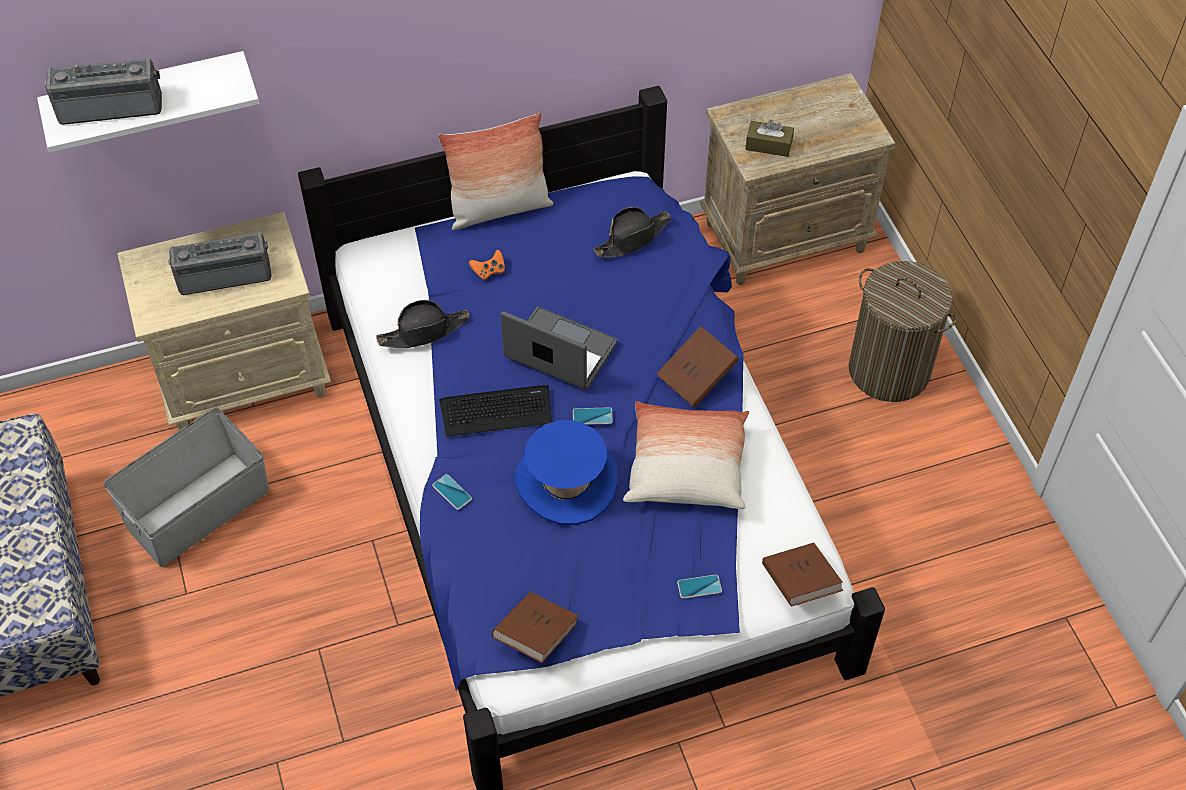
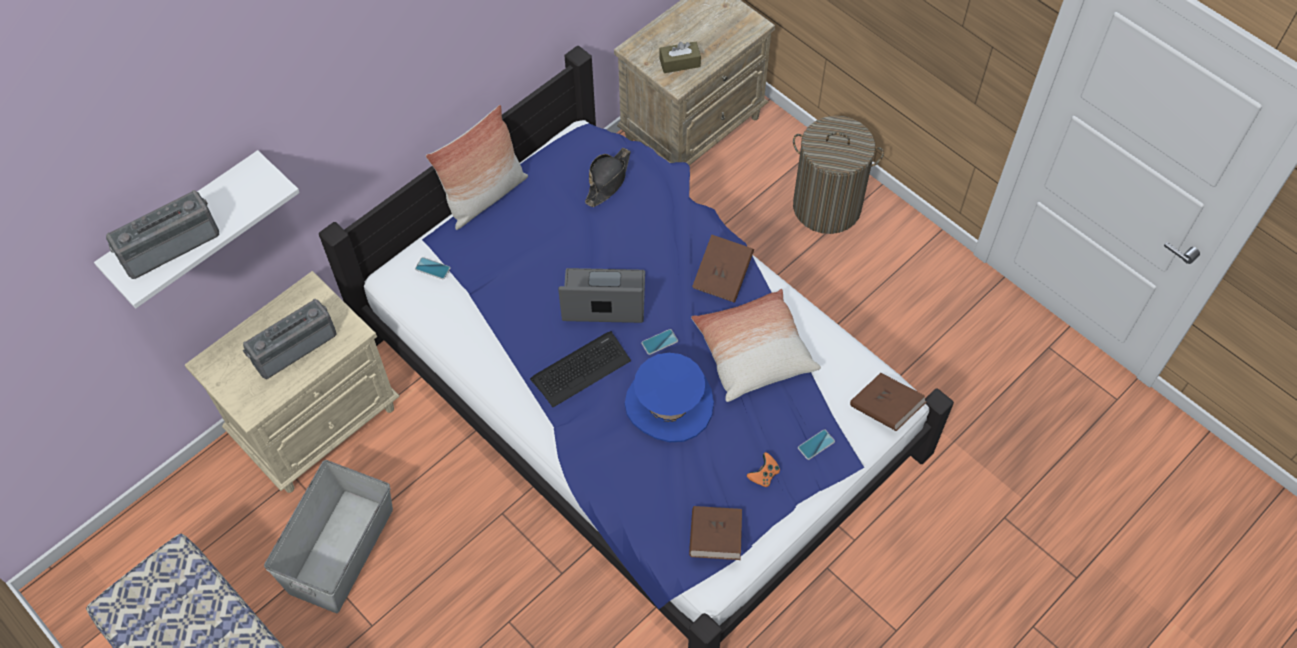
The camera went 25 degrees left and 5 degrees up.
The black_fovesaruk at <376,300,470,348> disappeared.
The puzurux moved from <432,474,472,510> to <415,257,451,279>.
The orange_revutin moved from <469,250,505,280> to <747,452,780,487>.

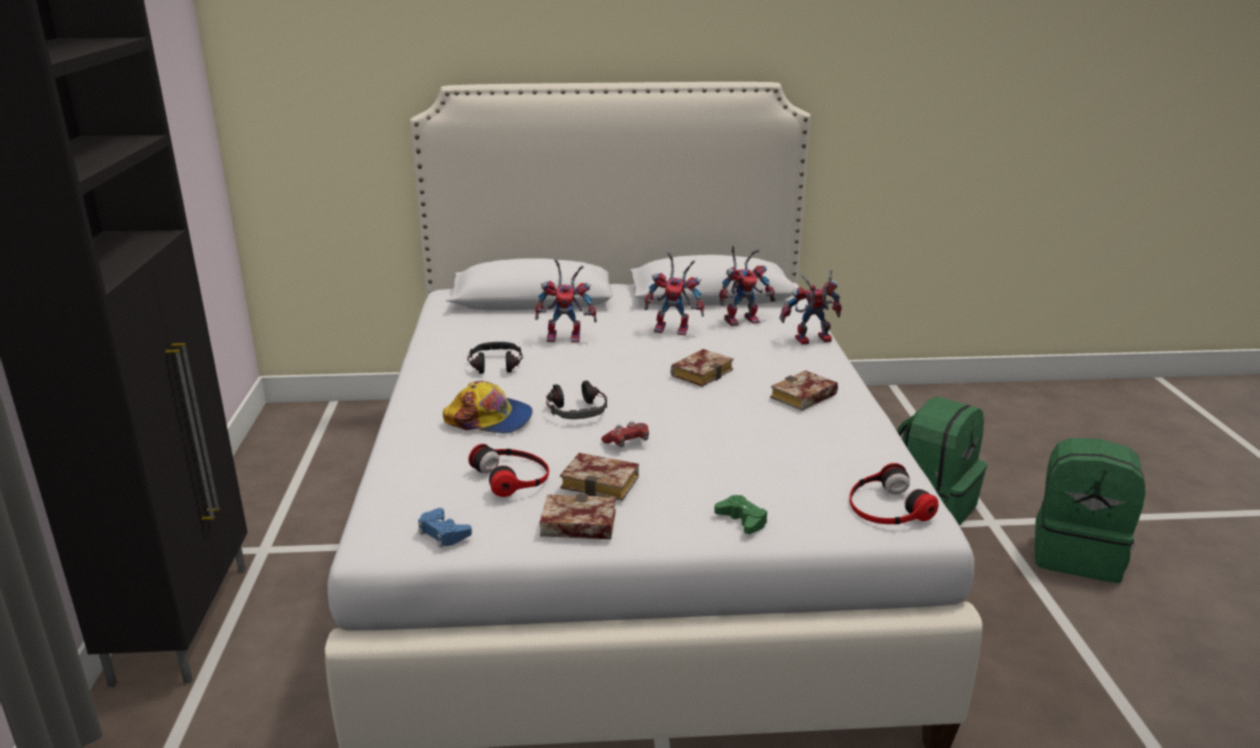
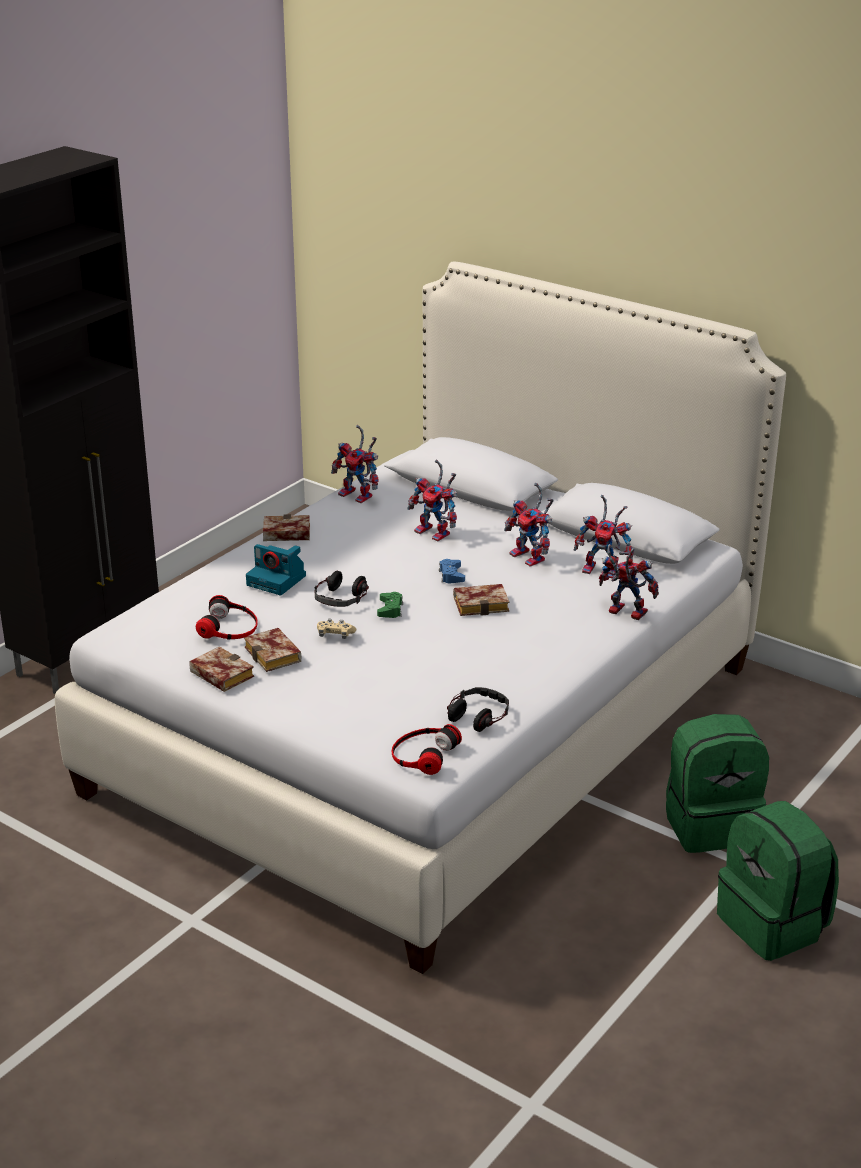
The camera went 40 degrees right and 5 degrees up.
The blue_revutin moved from <418,508,472,548> to <439,559,465,583>.
The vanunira at <443,381,533,434> was replaced by the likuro at <246,544,306,595>.
The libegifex moved from <467,342,523,374> to <447,687,509,732>.
The red_revutin at <601,421,649,447> became the beige_revutin at <317,619,356,639>.
The green_revutin moved from <714,495,767,534> to <377,592,403,618>.
The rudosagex moved from <770,370,838,411> to <263,514,310,541>.
The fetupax at <331,425,379,503> appeared.

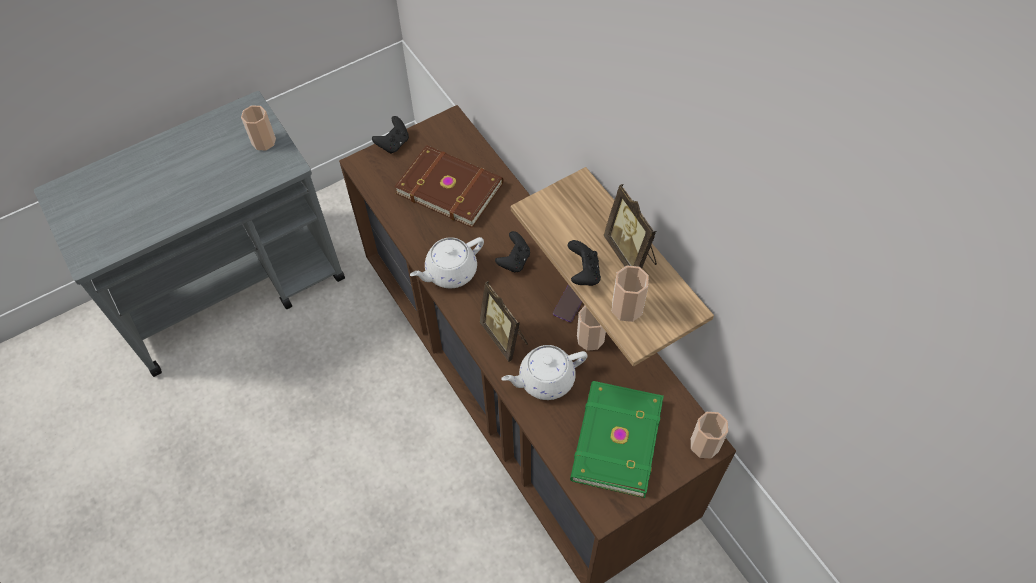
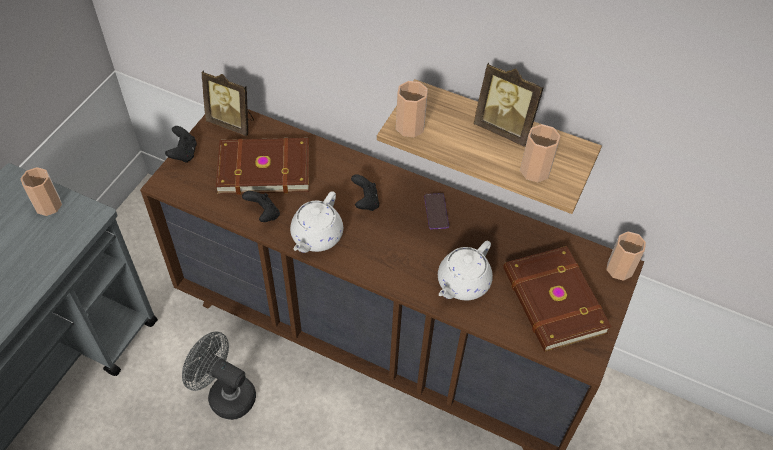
The camera went 35 degrees left and 5 degrees down.
The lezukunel moved from <480,281,528,362> to <201,71,254,136>.
The black_revutin moved from <567,240,601,286> to <242,191,280,222>.
The green_rudosagex at <570,381,664,498> became the brown_rudosagex at <503,246,612,352>.
The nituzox moved from <577,306,606,351> to <396,81,428,137>.
The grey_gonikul at <182,331,256,420> appeared.

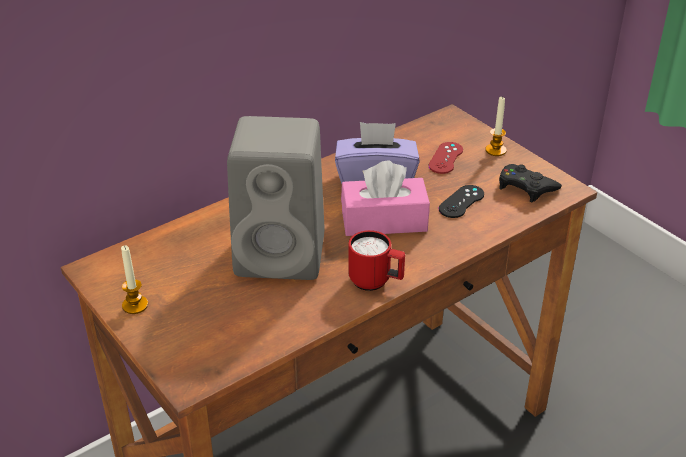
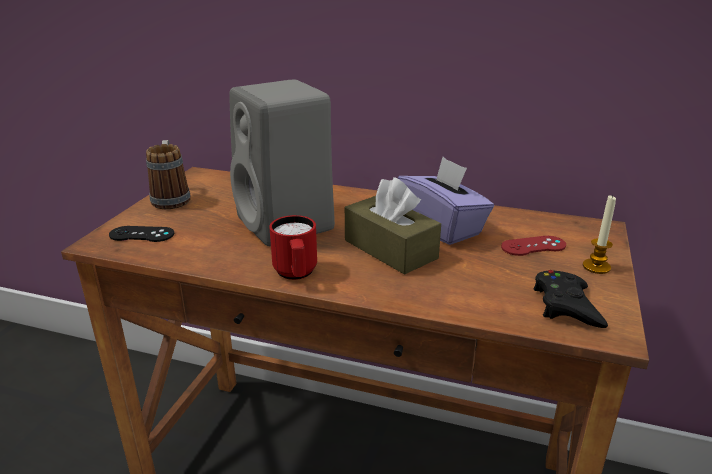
The camera went 55 degrees right and 10 degrees down.
The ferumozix at <121,245,148,314> was replaced by the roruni at <146,140,191,209>.
The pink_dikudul at <341,160,430,236> became the brown_dikudul at <345,177,441,275>.
The black_revutin moved from <439,185,484,218> to <109,226,174,242>.

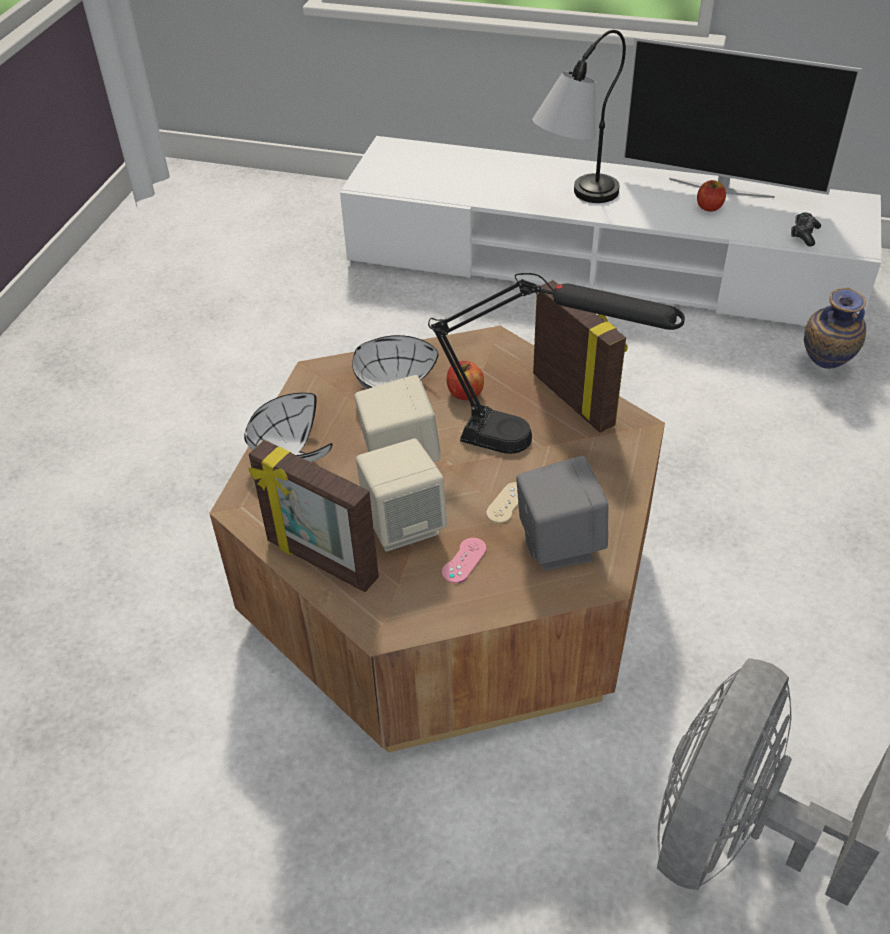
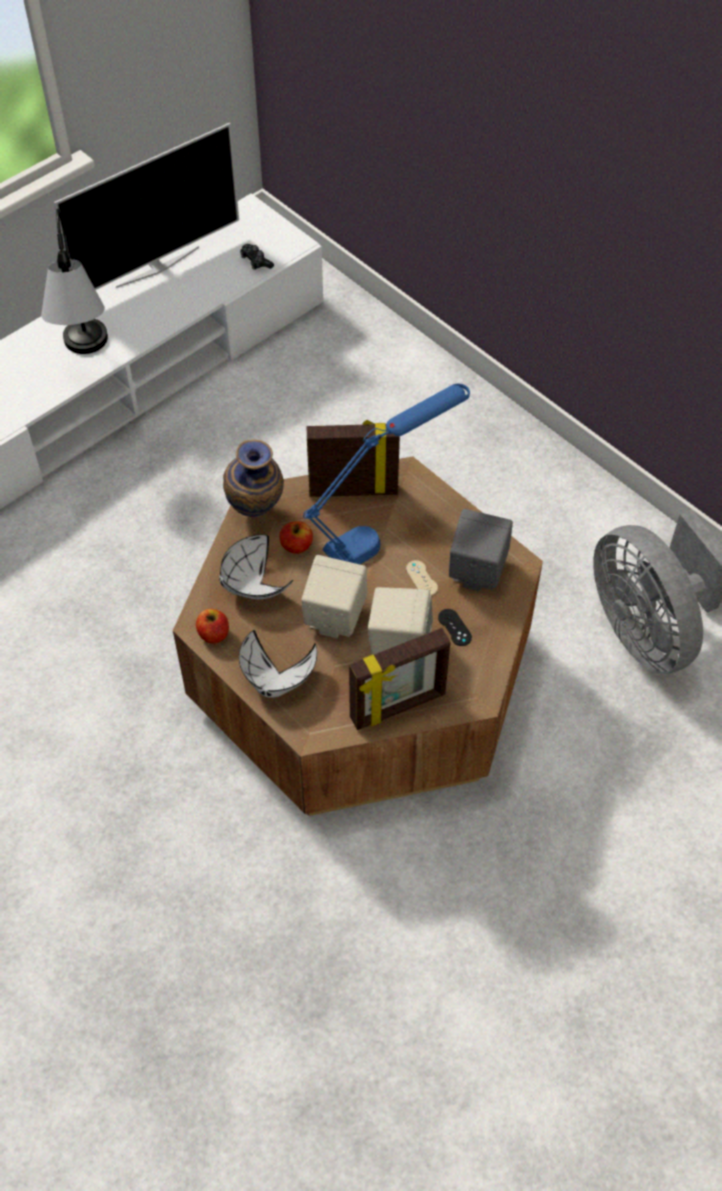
The camera went 60 degrees left and 10 degrees up.
The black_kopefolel at <428,273,685,454> became the blue_kopefolel at <303,384,470,564>.
The pink_revutin at <442,538,487,583> became the black_revutin at <438,609,472,646>.
The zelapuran moved from <697,180,726,212> to <196,609,229,644>.
The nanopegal moved from <804,288,866,369> to <223,440,284,517>.

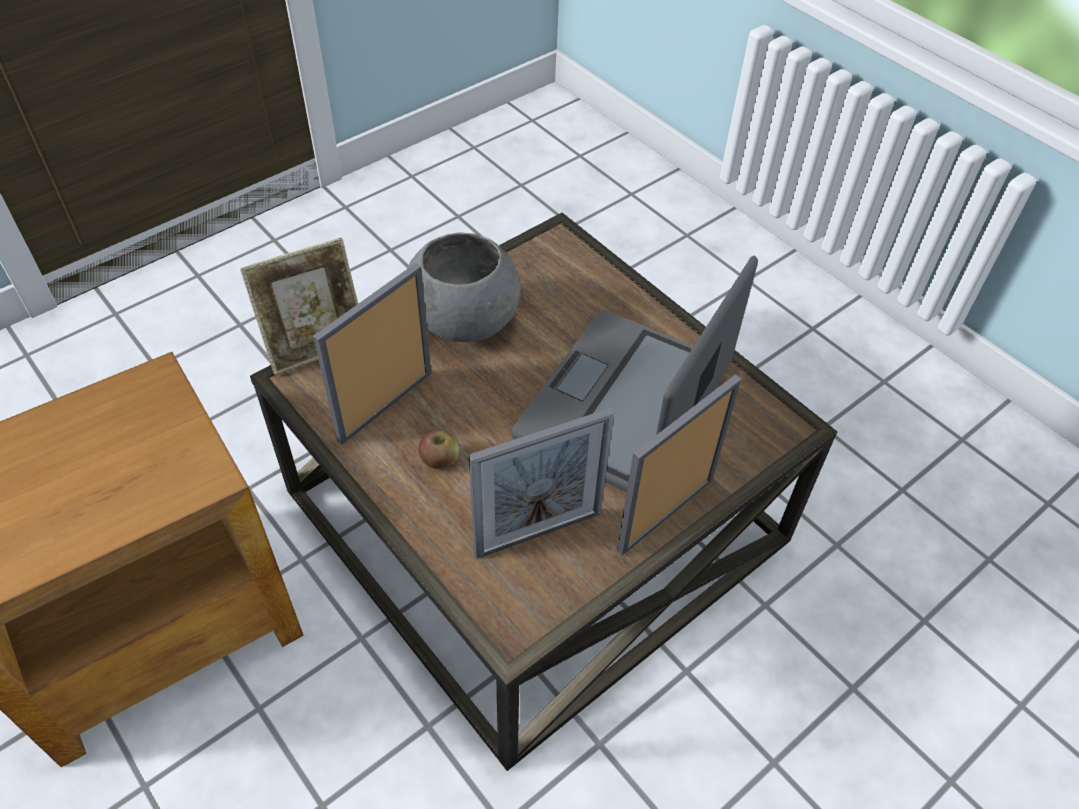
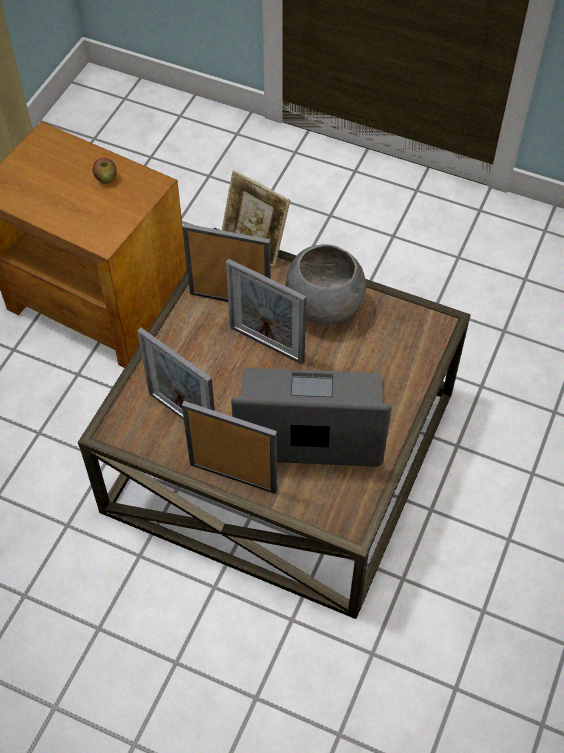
The camera went 65 degrees right and 5 degrees up.
The zelapuran moved from <418,430,460,469> to <93,158,117,184>.
The lezukunel at <226,259,306,364> appeared.

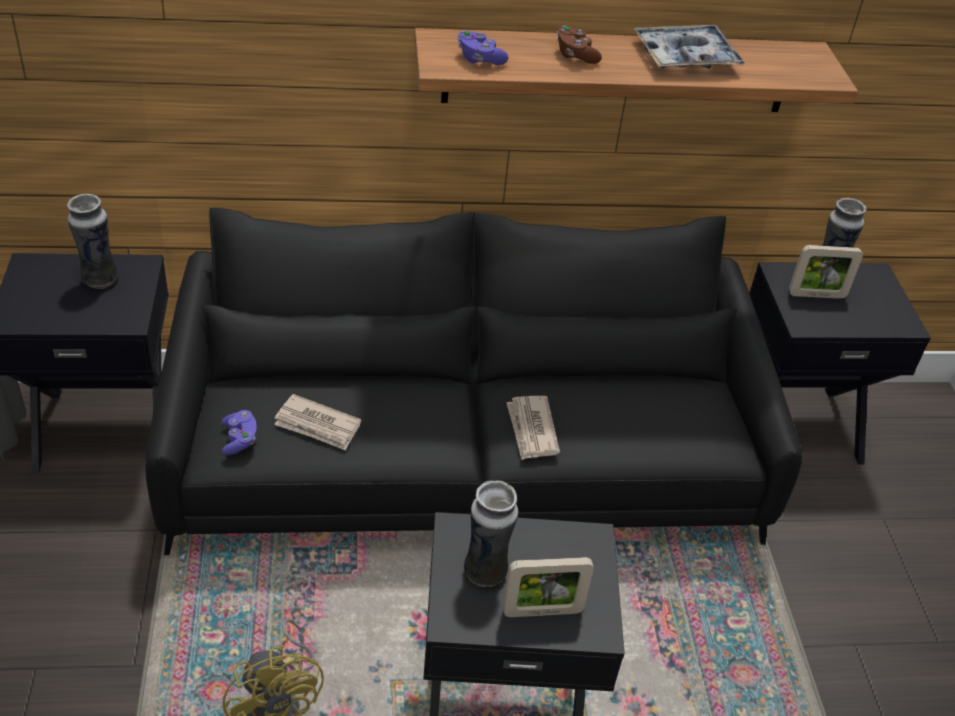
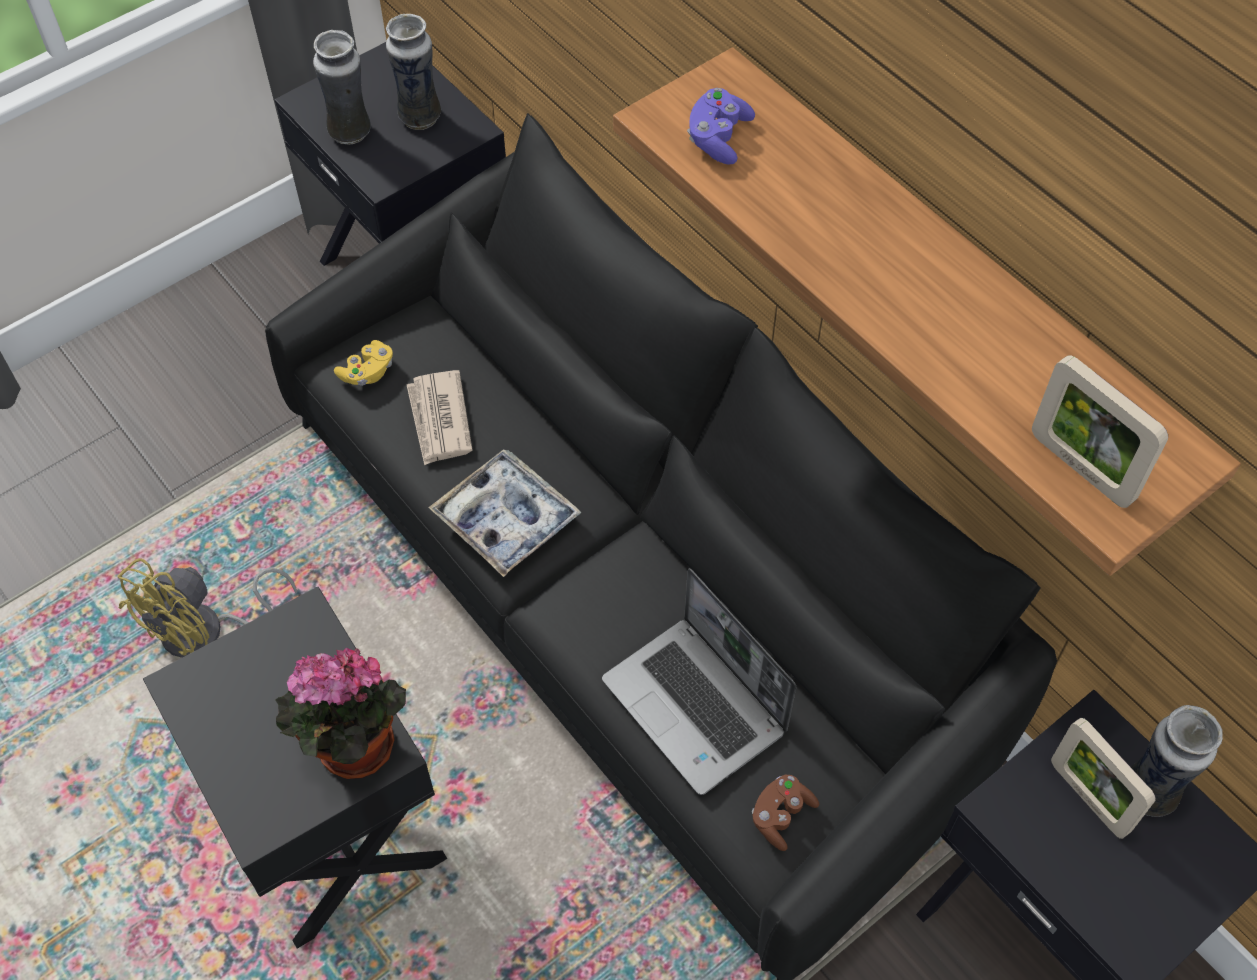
The camera went 60 degrees right and 15 degrees up.
The purple_revutin at <221,410,257,455> became the yellow_revutin at <334,340,393,386>.
The nanopegal moved from <464,480,518,587> to <313,30,371,144>.
The lezukunel moved from <503,557,594,617> to <1032,355,1168,508>.
The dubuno at <506,396,560,460> disappeared.
The brown_revutin moved from <557,26,602,64> to <752,775,819,851>.
The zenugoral moved from <634,25,745,69> to <428,450,582,577>.
The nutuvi at <276,647,406,779> appeared.
The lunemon at <602,568,796,795> appeared.

